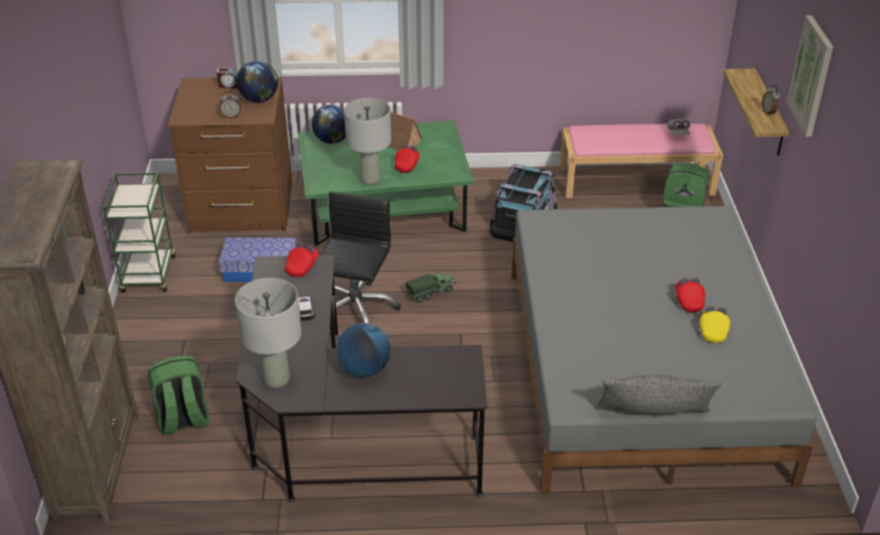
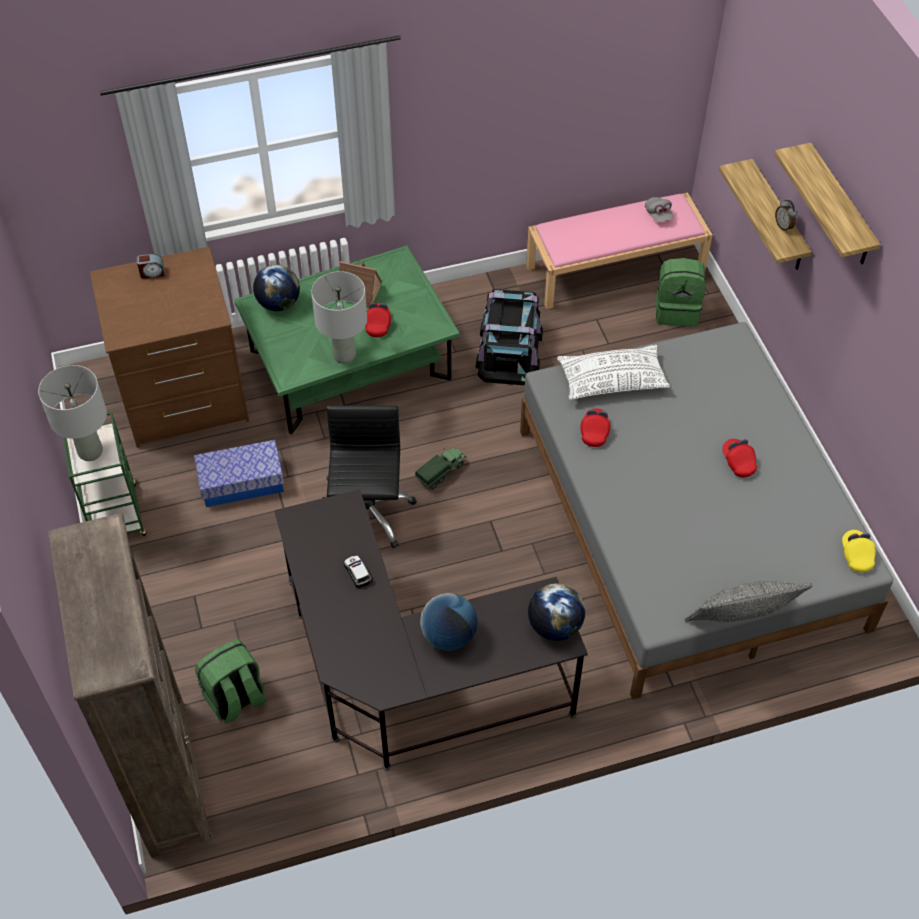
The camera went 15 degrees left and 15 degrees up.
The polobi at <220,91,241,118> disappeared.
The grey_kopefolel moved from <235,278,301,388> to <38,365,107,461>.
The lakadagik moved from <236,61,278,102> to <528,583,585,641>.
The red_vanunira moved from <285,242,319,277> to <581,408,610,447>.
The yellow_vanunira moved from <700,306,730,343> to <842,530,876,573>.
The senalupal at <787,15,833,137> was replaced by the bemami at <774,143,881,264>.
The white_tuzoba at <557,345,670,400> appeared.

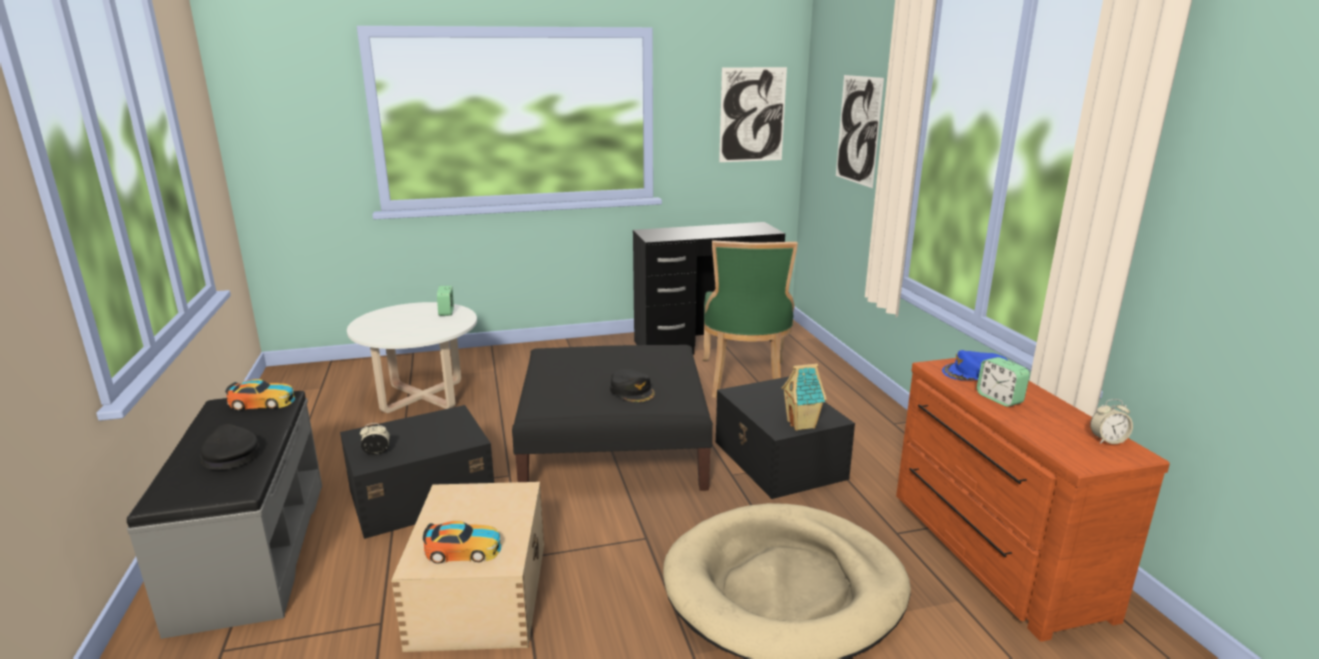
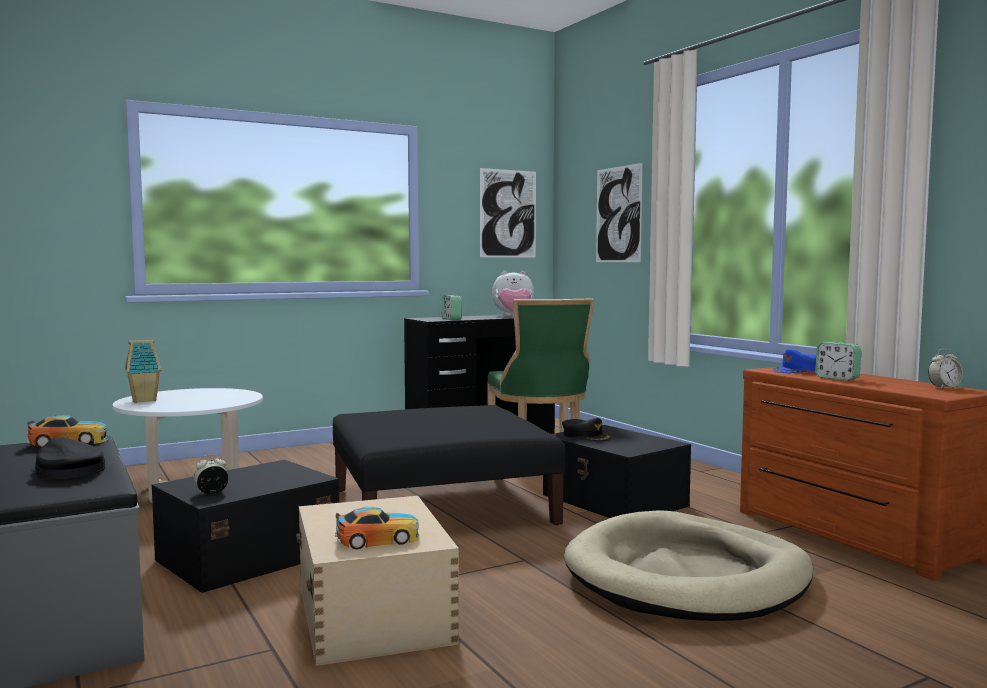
The camera went 15 degrees left and 15 degrees down.
The polobi moved from <437,286,454,316> to <442,295,462,320>.
The black_vanunira moved from <610,369,655,404> to <562,418,611,441>.
The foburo moved from <782,364,827,431> to <125,340,161,403>.
The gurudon at <492,271,534,316> appeared.

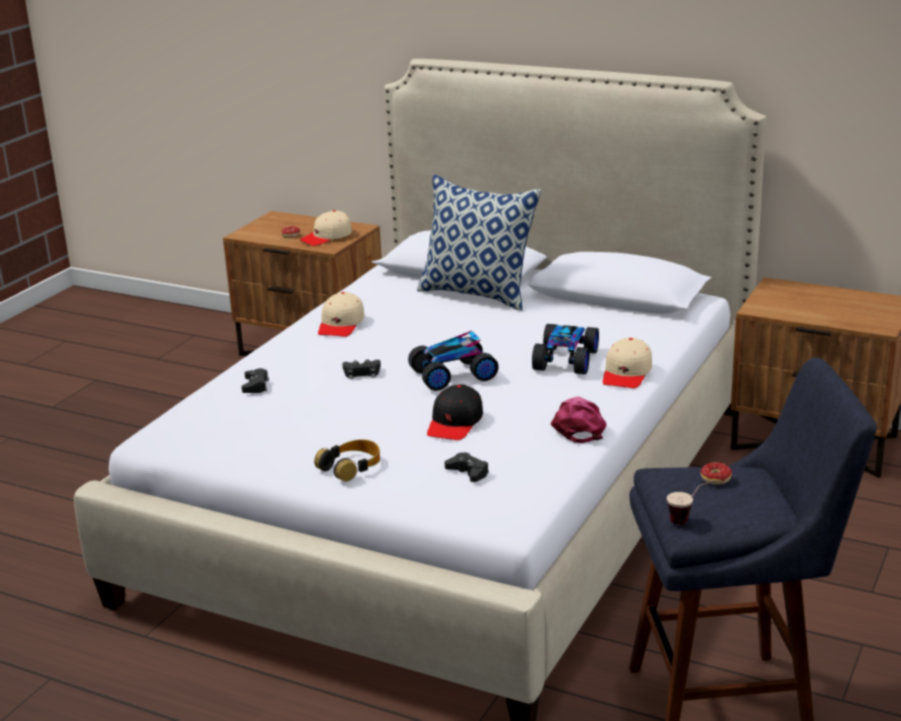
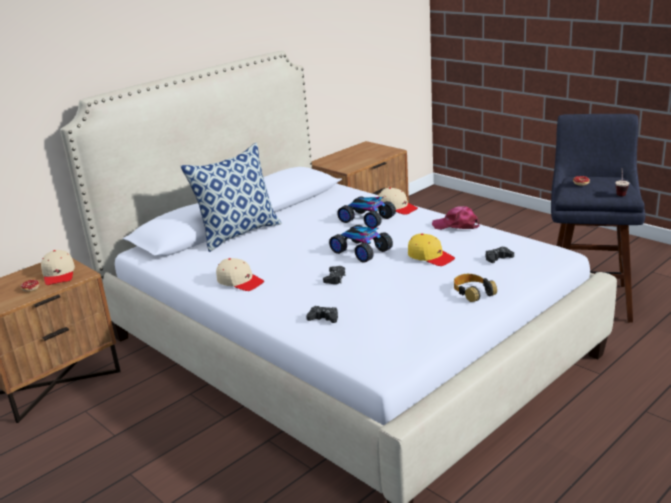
The camera went 70 degrees left and 0 degrees up.
The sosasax at <408,331,498,391> turned 135 degrees clockwise.
The black_vanunira at <427,384,483,440> became the yellow_vanunira at <408,234,455,266>.

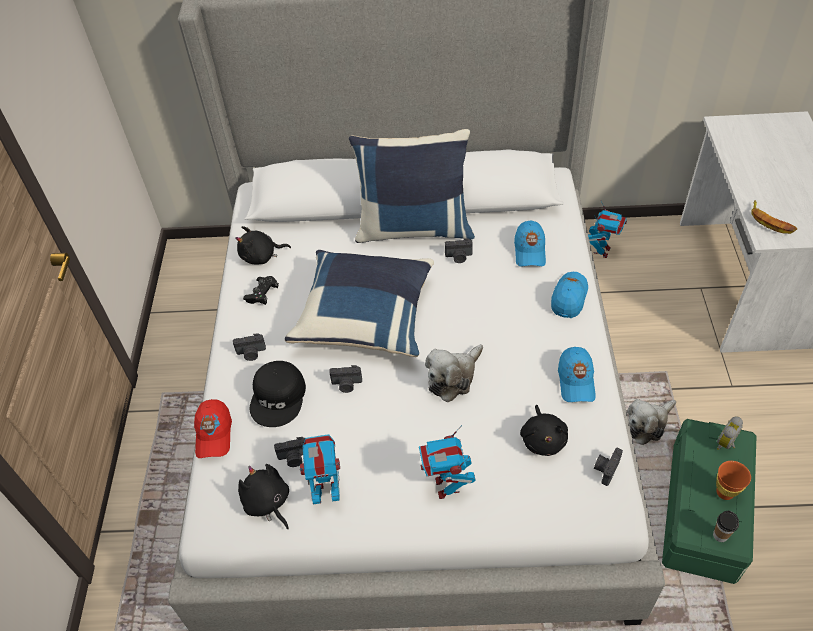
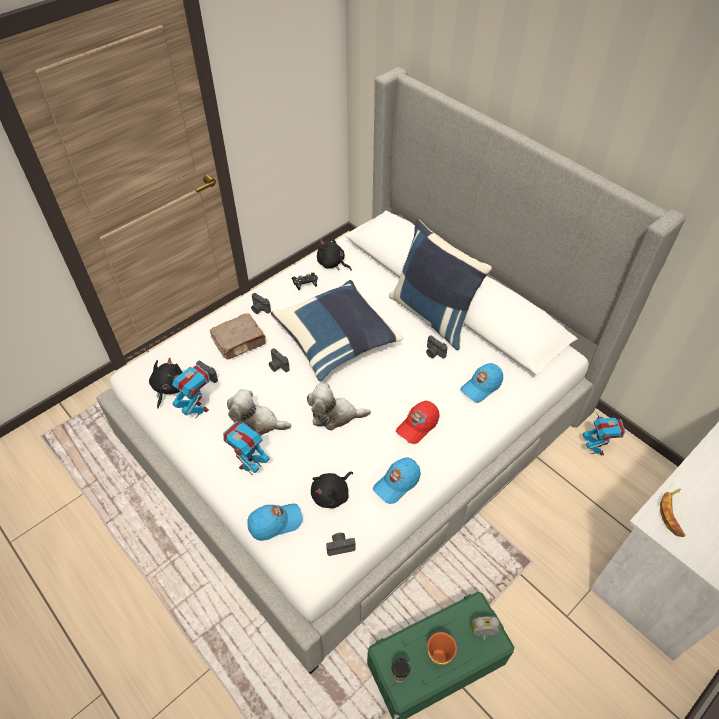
The camera went 45 degrees right and 0 degrees up.
The red_vanunira moved from <194,399,232,458> to <396,401,439,444>.
The black_vanunira at <249,361,306,427> was replaced by the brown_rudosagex at <210,313,266,359>.
The blue_vanunira moved from <551,272,588,318> to <247,504,303,541>.
The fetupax at <588,200,627,258> turned 75 degrees counterclockwise.
The gurudon moved from <627,399,676,445> to <227,389,291,435>.

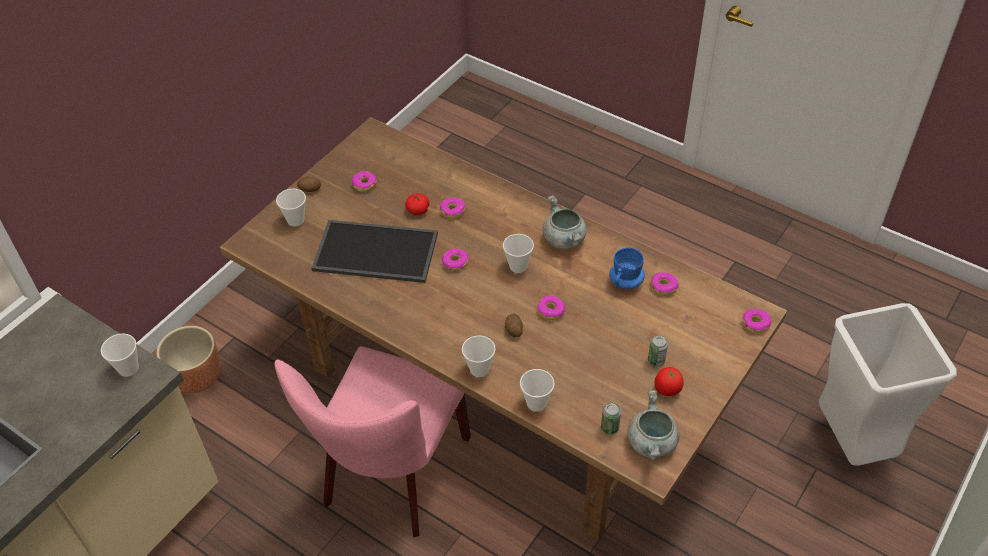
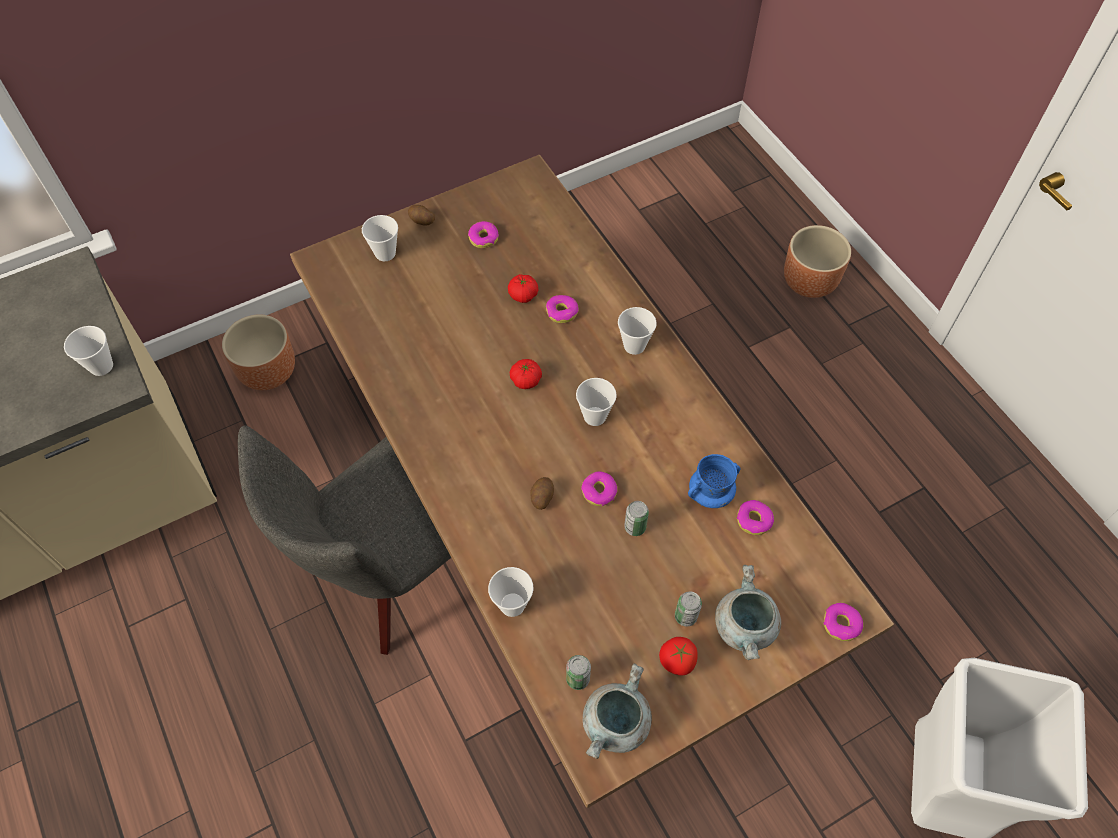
The camera went 25 degrees right and 10 degrees up.
The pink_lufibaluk at <275,346,471,537> became the grey_lufibaluk at <238,425,451,655>.
The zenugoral at <311,220,438,283> disappeared.
The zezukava at <442,249,469,271> was replaced by the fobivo at <510,359,542,389>.
The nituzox moved from <462,335,496,377> to <618,307,657,355>.
The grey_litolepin moved from <543,195,587,249> to <715,565,781,660>.
The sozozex at <624,501,649,536> appeared.
The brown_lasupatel at <784,225,851,298> appeared.

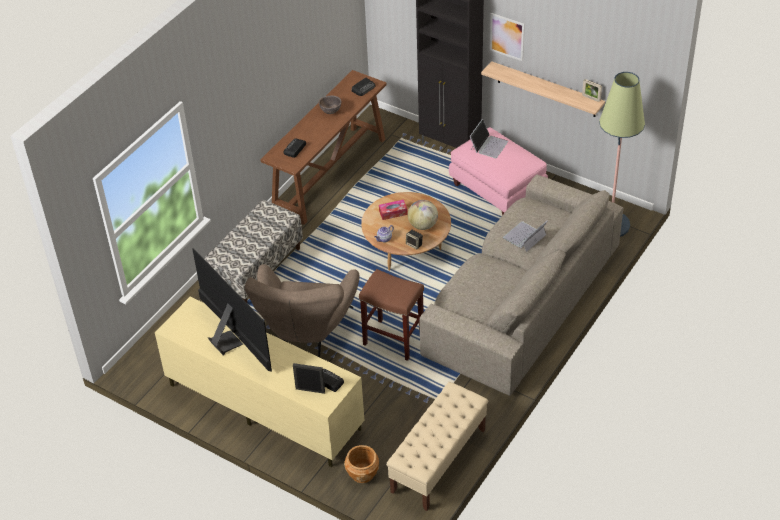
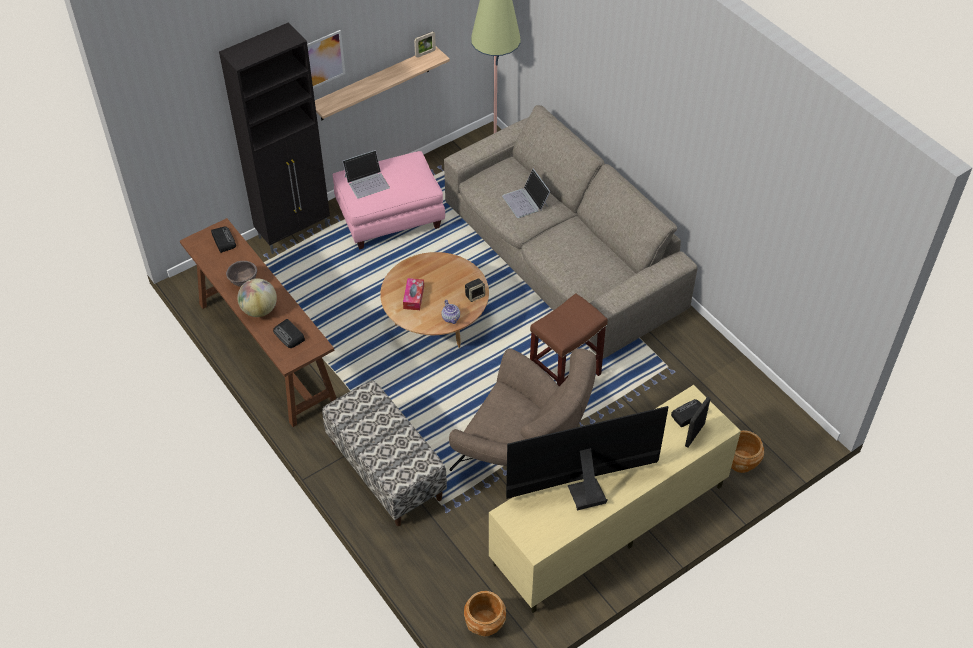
The camera went 70 degrees left and 5 degrees up.
The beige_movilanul at <386,382,488,511> disappeared.
The lakadagik moved from <408,200,438,230> to <237,278,277,317>.
The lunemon at <470,119,508,158> turned 105 degrees clockwise.
The brown_lasupatel at <464,591,506,636> appeared.

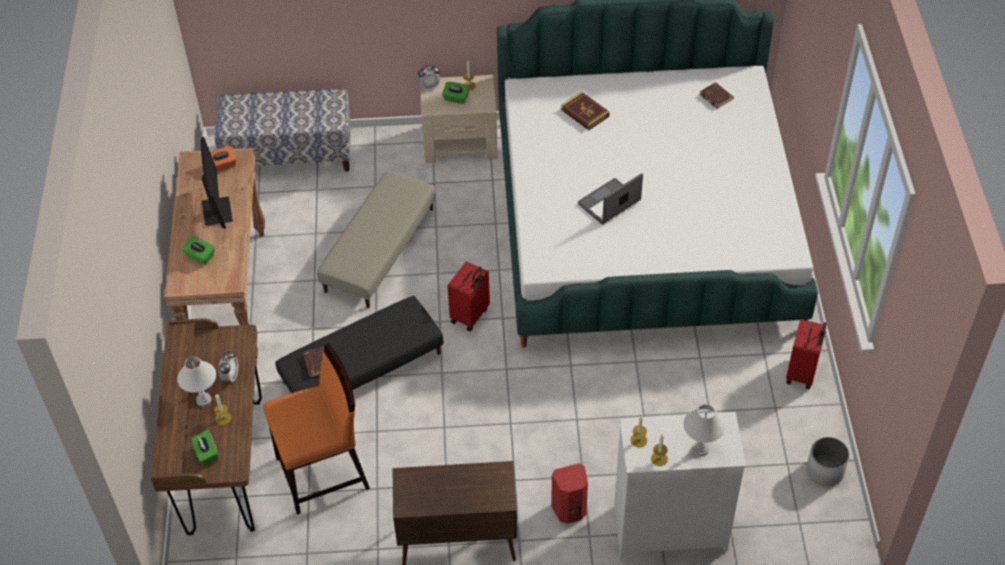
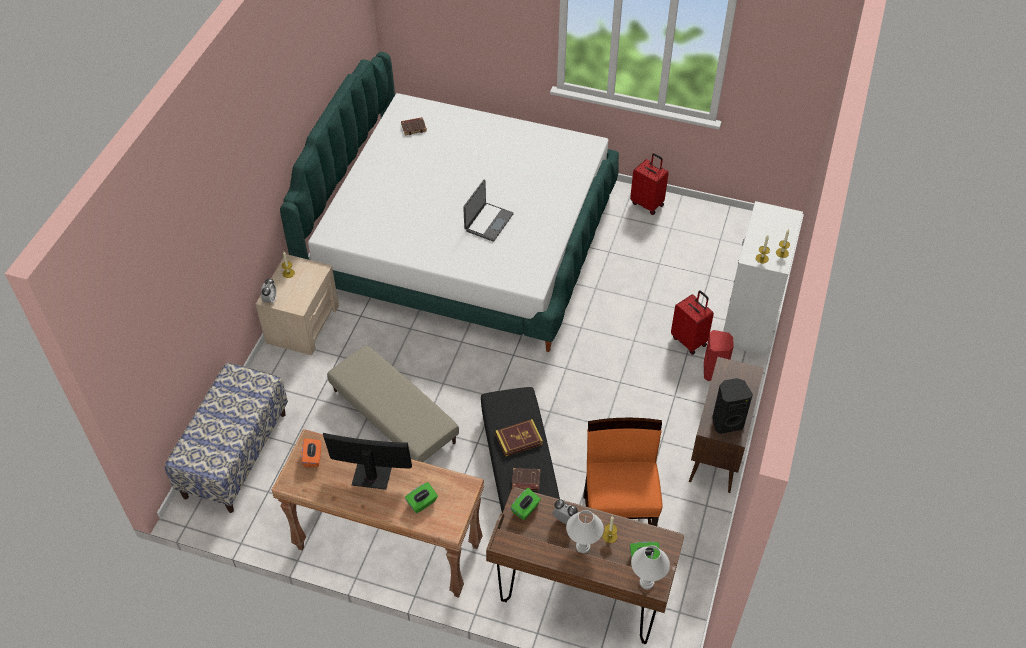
The camera went 70 degrees left and 0 degrees up.
The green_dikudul moved from <442,82,470,104> to <510,488,541,520>.
The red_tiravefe moved from <448,262,490,331> to <671,291,714,355>.
The rudosagex moved from <561,91,610,130> to <495,419,543,457>.
The lunemon at <578,173,643,224> turned 135 degrees counterclockwise.
The white_kopefolel moved from <684,404,725,456> to <631,545,670,589>.
The white_lasupatel at <806,437,850,486> disappeared.
The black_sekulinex at <712,378,753,434> appeared.

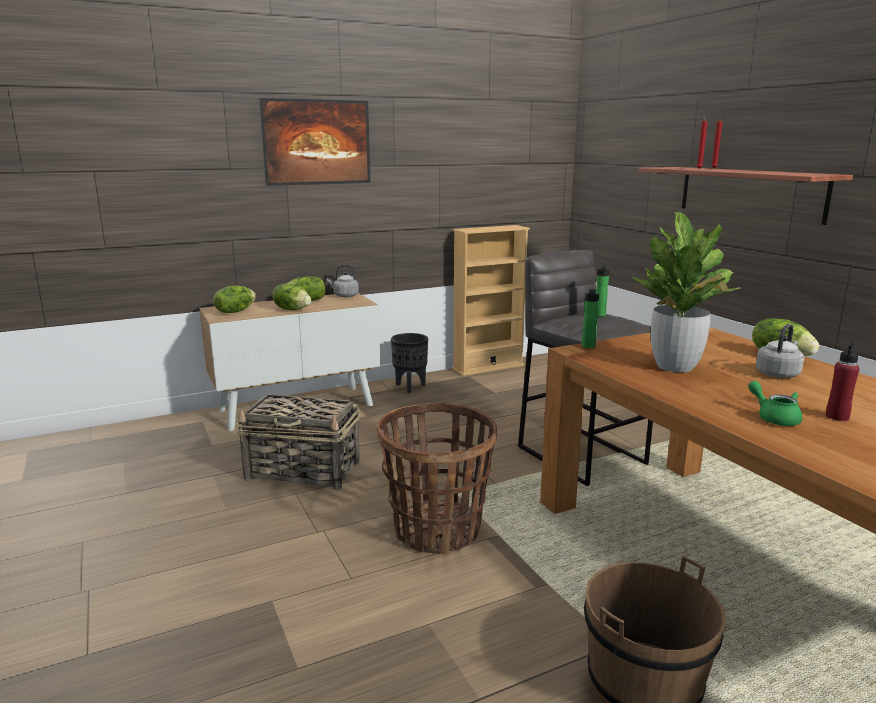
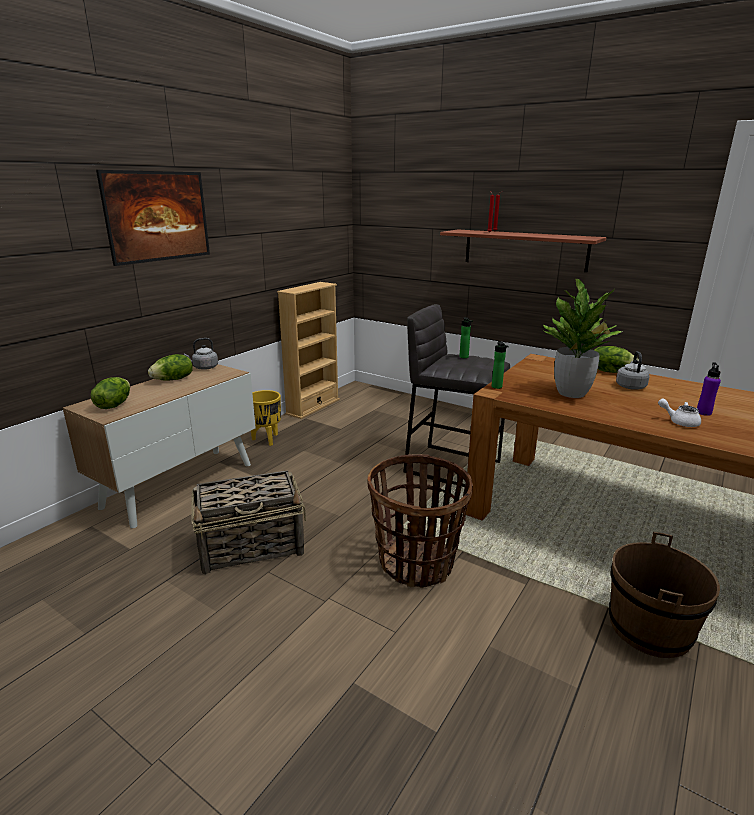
The camera went 30 degrees left and 5 degrees up.
The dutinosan at <272,283,311,310> disappeared.
The black_lasupatel at <391,333,428,393> became the yellow_lasupatel at <251,390,281,446>.
The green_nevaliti at <748,381,803,426> became the white_nevaliti at <658,399,701,427>.
The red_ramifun at <826,342,859,421> became the purple_ramifun at <697,362,721,416>.

